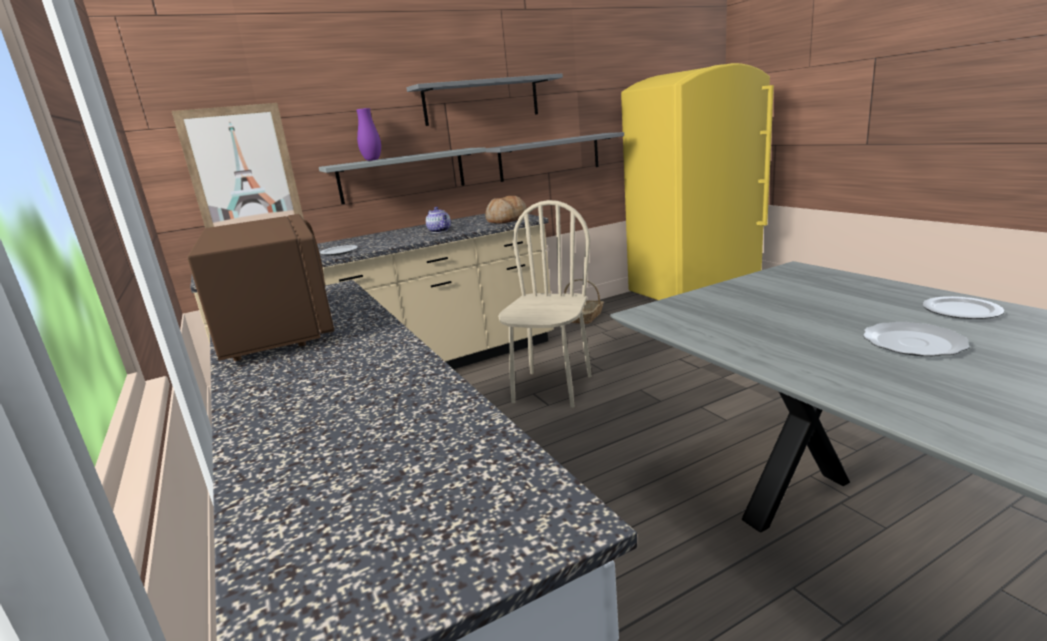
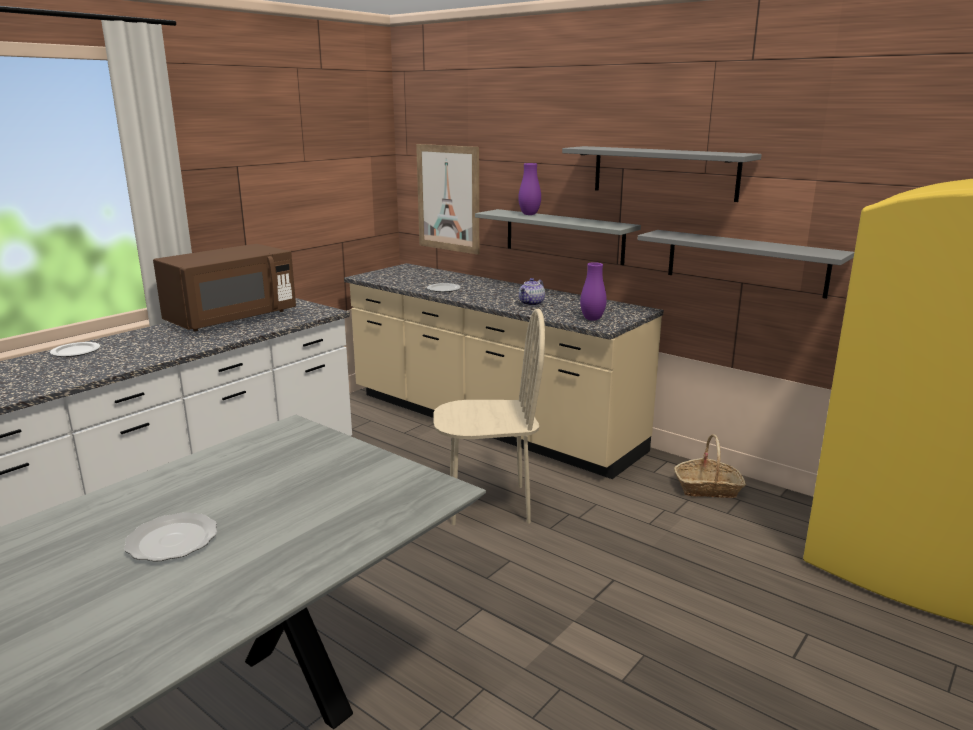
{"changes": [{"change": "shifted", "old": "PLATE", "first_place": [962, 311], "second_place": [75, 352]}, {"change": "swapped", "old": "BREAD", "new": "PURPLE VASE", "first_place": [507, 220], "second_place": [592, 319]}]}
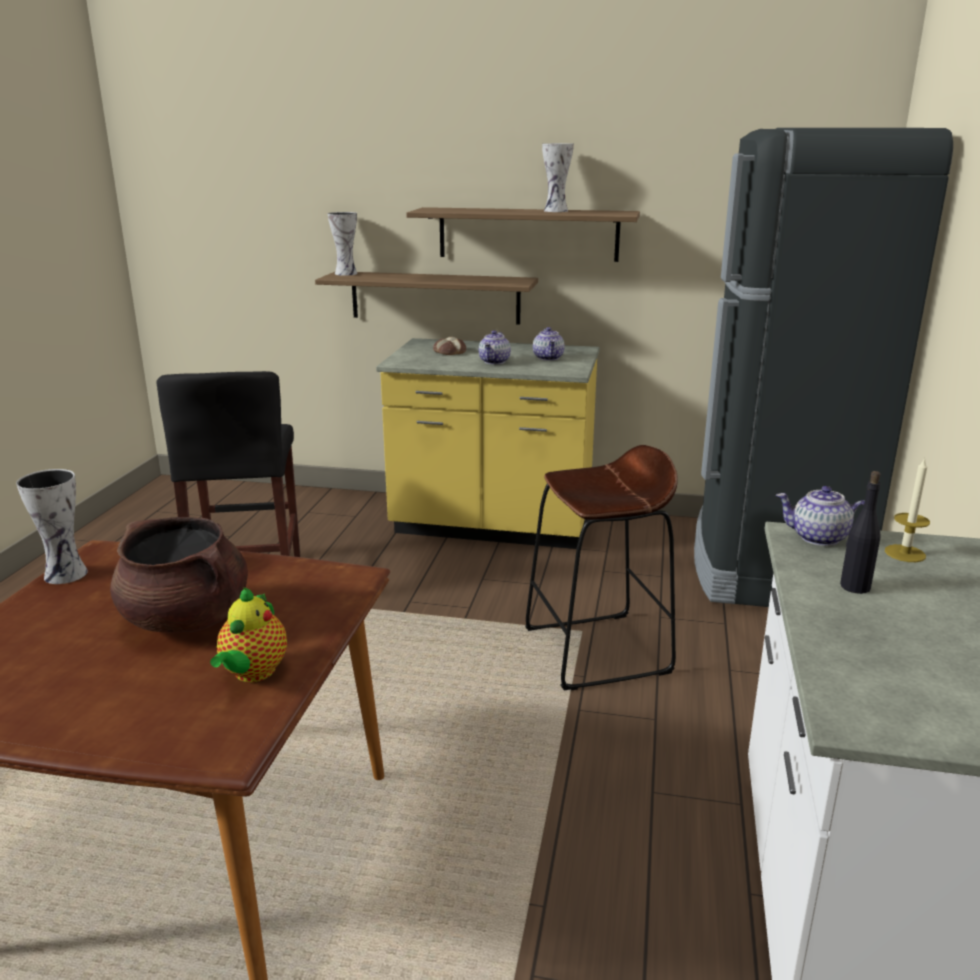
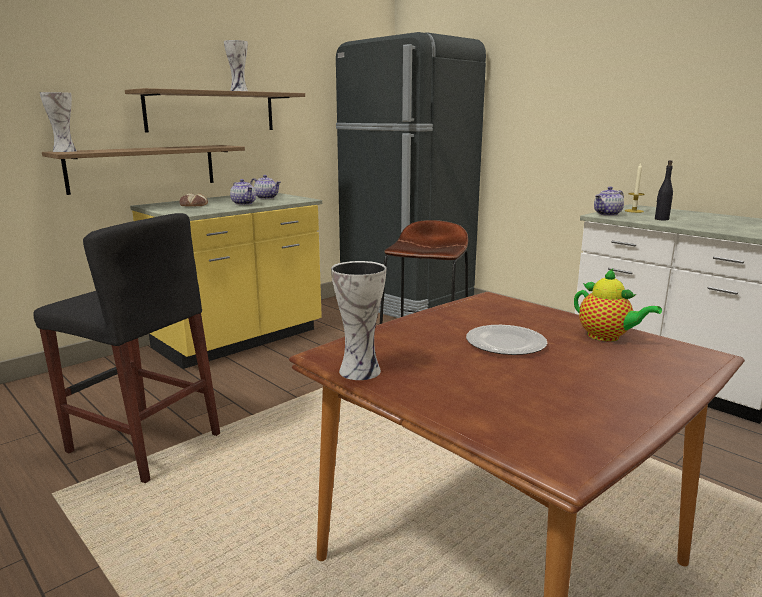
{"changes": [{"change": "swapped", "old": "BROWN COOKING POT", "new": "PLATE", "first_place": [187, 619], "second_place": [506, 343]}]}
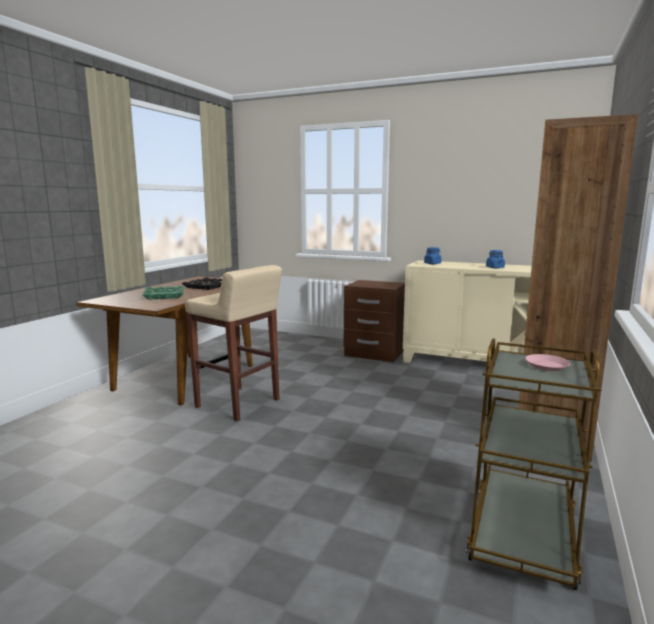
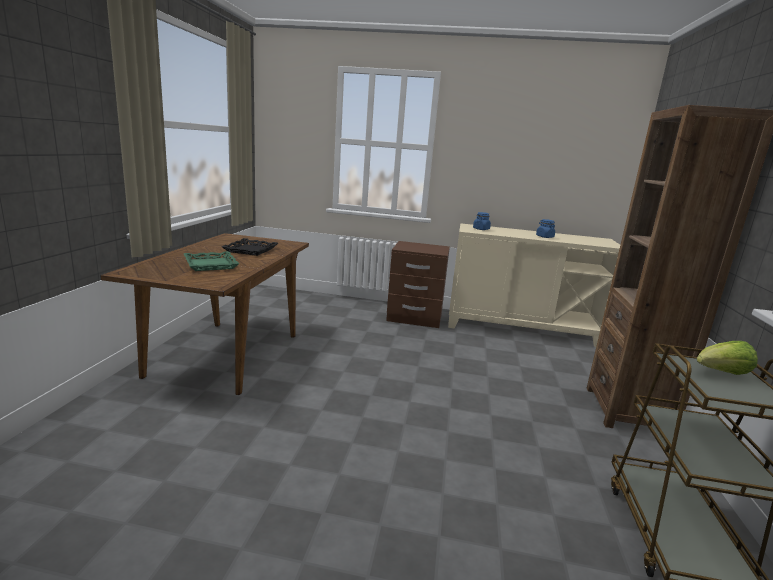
{"changes": [{"change": "swapped", "old": "PINK PLATE", "new": "LETTUCE", "first_place": [547, 365], "second_place": [721, 373]}, {"change": "gone", "old": "BEIGE STOOL", "first_place": [238, 404]}]}
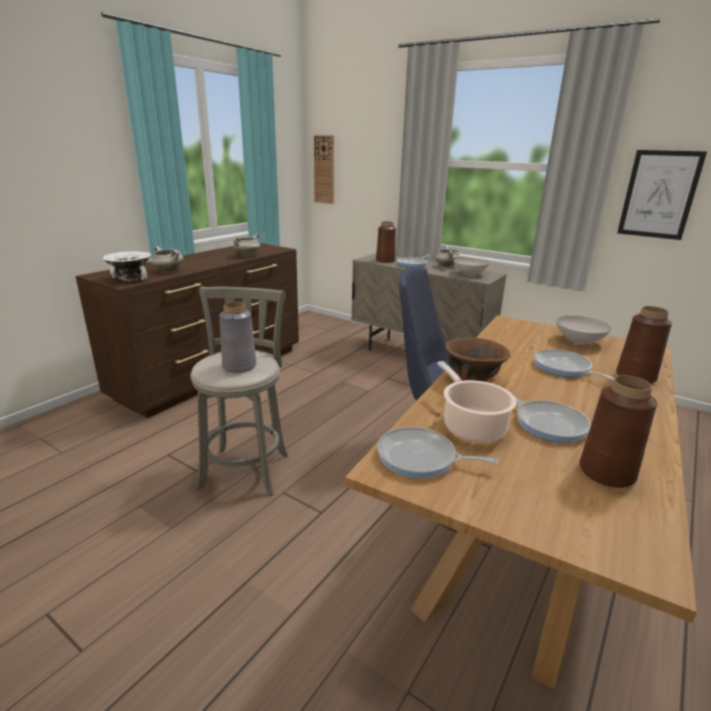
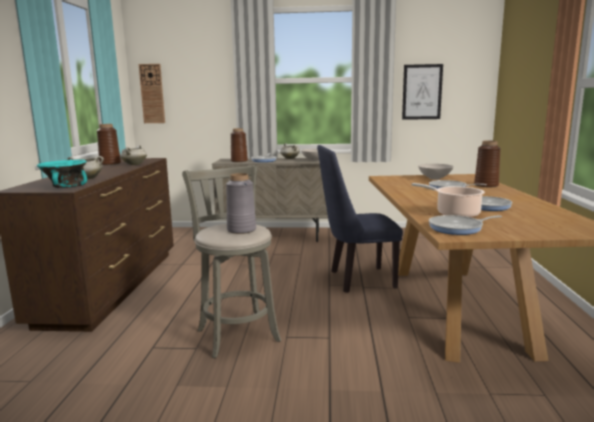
{"changes": [{"change": "repainted", "old": "WHITE BOWL", "new": "TURQUOISE BOWL", "first_place": [131, 279], "second_place": [66, 186]}, {"change": "shifted", "old": "BROWN VASE", "first_place": [607, 472], "second_place": [110, 163]}, {"change": "gone", "old": "BROWN BOWL", "first_place": [473, 379]}]}
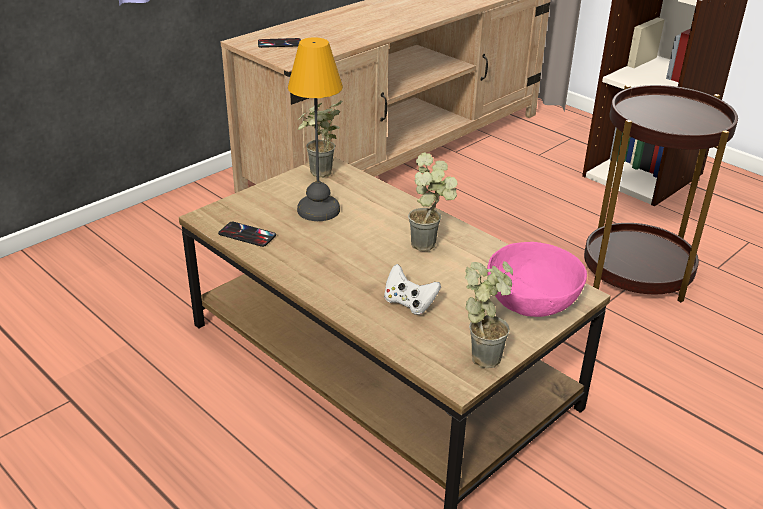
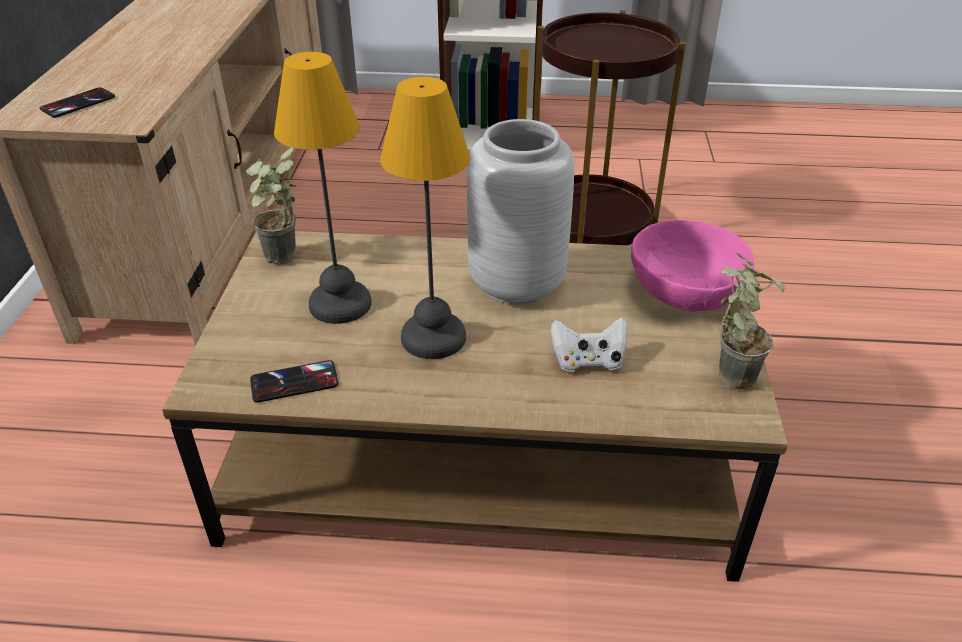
{"changes": [{"change": "new", "new": "TABLE LAMP", "second_place": [432, 336]}, {"change": "swapped", "old": "POTTED PLANT", "new": "GREY VASE", "first_place": [431, 245], "second_place": [517, 283]}]}
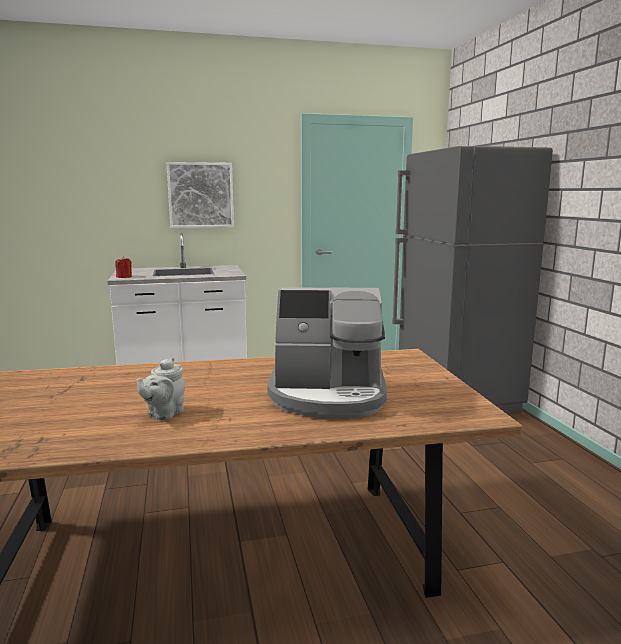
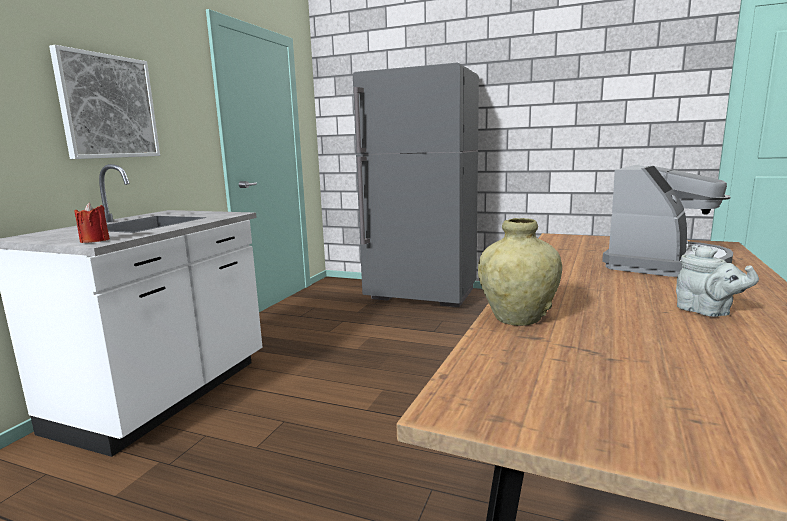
{"changes": [{"change": "new", "new": "BEIGE VASE", "second_place": [517, 318]}]}
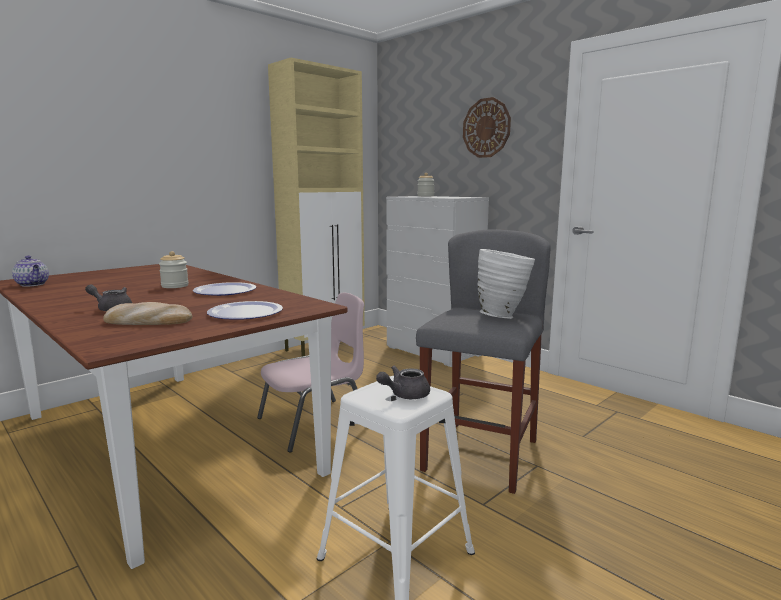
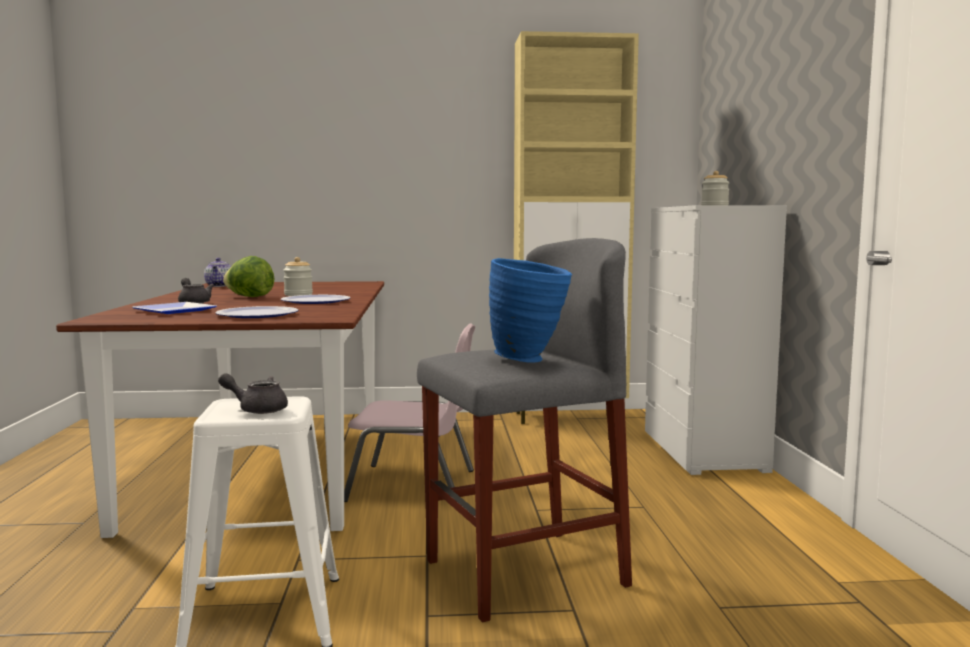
{"changes": [{"change": "swapped", "old": "BREAD", "new": "PLATE", "first_place": [148, 321], "second_place": [178, 311]}, {"change": "new", "new": "LETTUCE", "second_place": [250, 297]}, {"change": "repainted", "old": "WHITE VASE", "new": "BLUE VASE", "first_place": [503, 316], "second_place": [530, 360]}, {"change": "gone", "old": "WALL CLOCK", "first_place": [486, 128]}]}
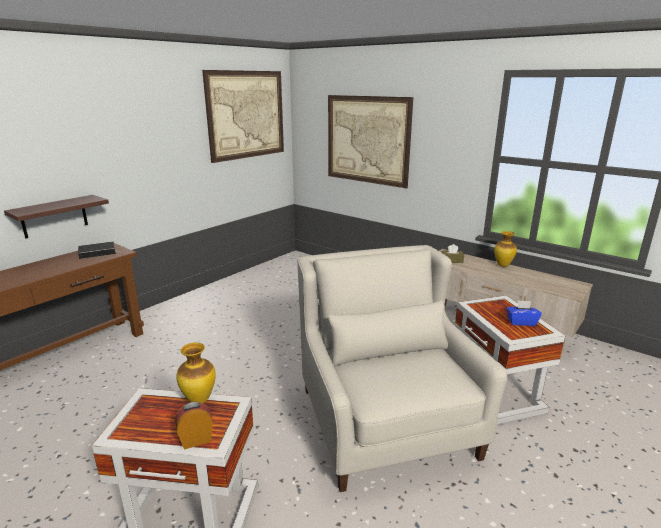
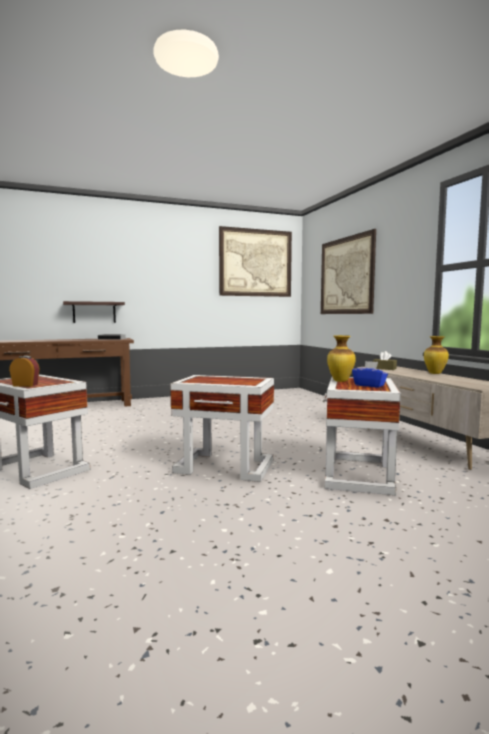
{"changes": [{"change": "swapped", "old": "WHITE ARMCHAIR", "new": "WHITE SIDE TABLE", "first_place": [385, 422], "second_place": [225, 466]}, {"change": "shifted", "old": "VASE", "first_place": [198, 400], "second_place": [340, 381]}]}
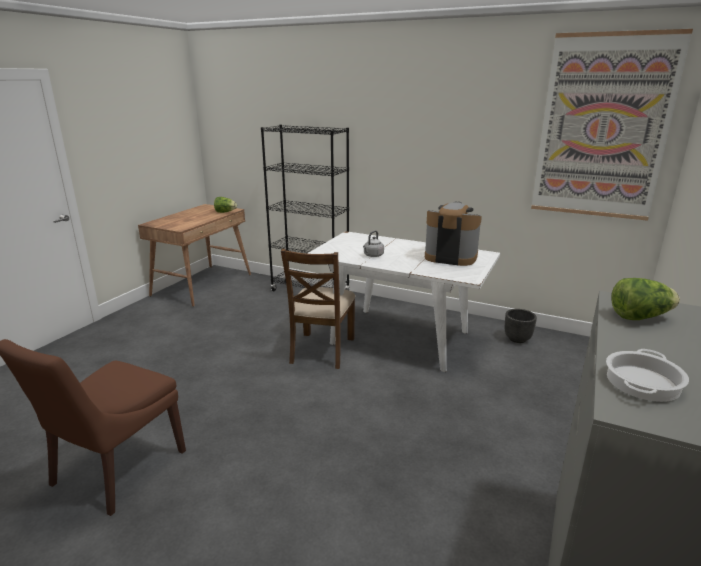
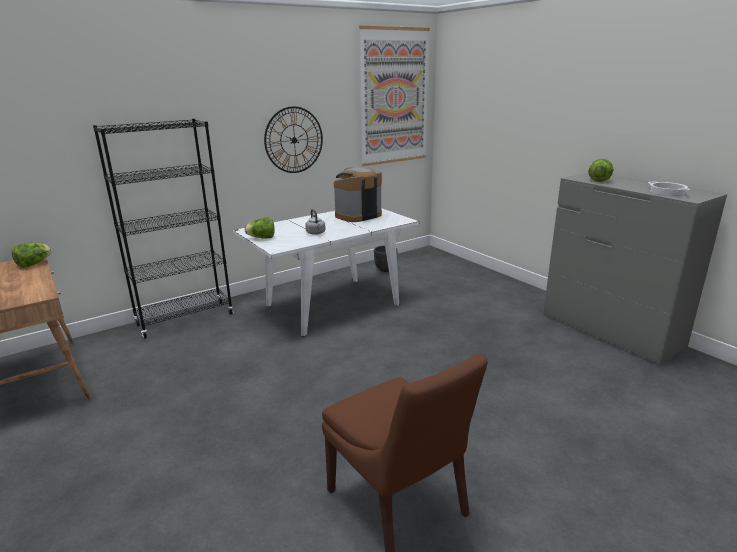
{"changes": [{"change": "new", "new": "LETTUCE", "second_place": [262, 238]}, {"change": "new", "new": "WALL CLOCK", "second_place": [294, 140]}, {"change": "gone", "old": "BROWN CHAIR", "first_place": [321, 350]}]}
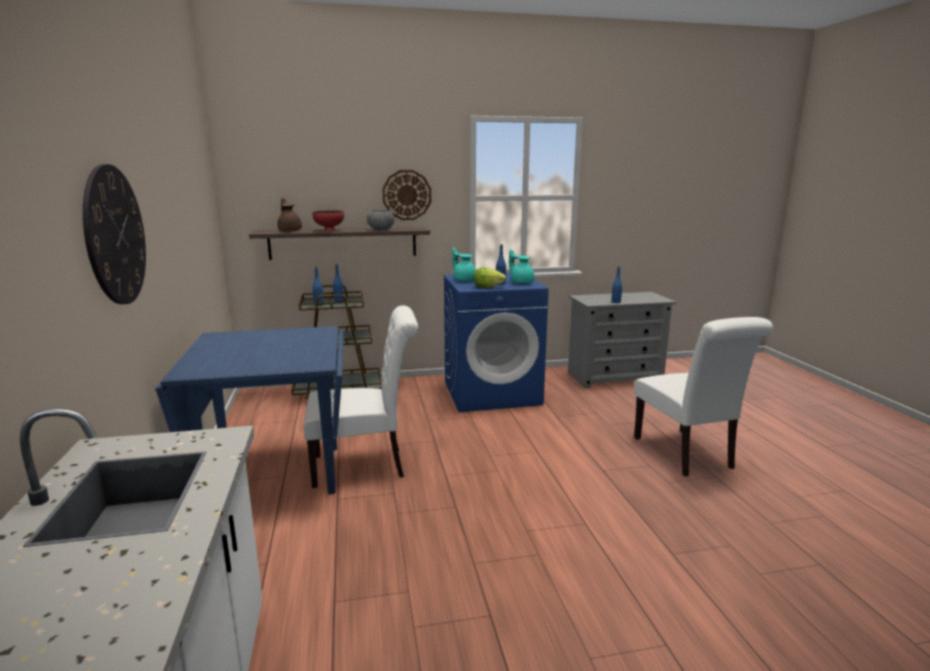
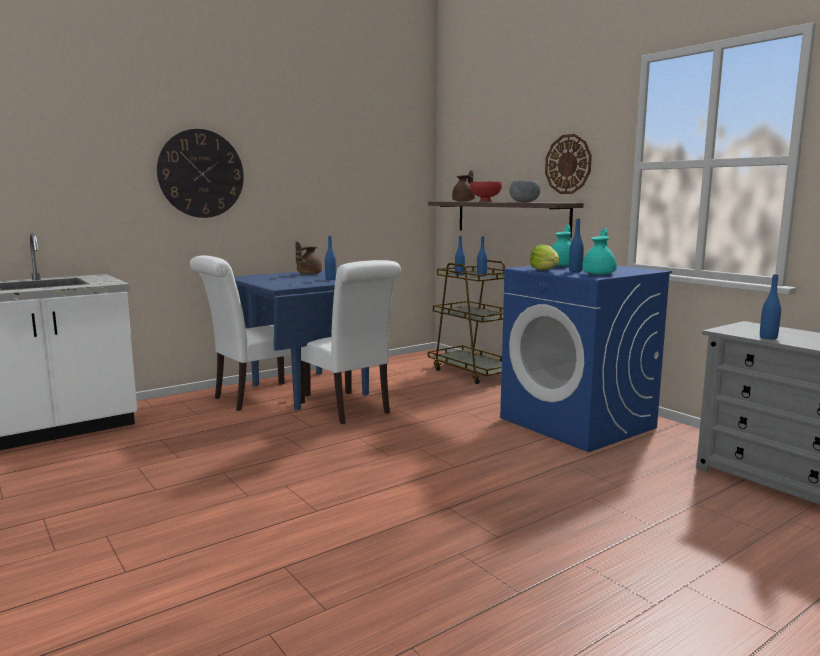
{"changes": [{"change": "shifted", "old": "WHITE CHAIR", "first_place": [687, 455], "second_place": [256, 397]}, {"change": "new", "new": "BROWN TEAPOT", "second_place": [308, 274]}, {"change": "new", "new": "BLUE BOTTLE", "second_place": [330, 279]}]}
